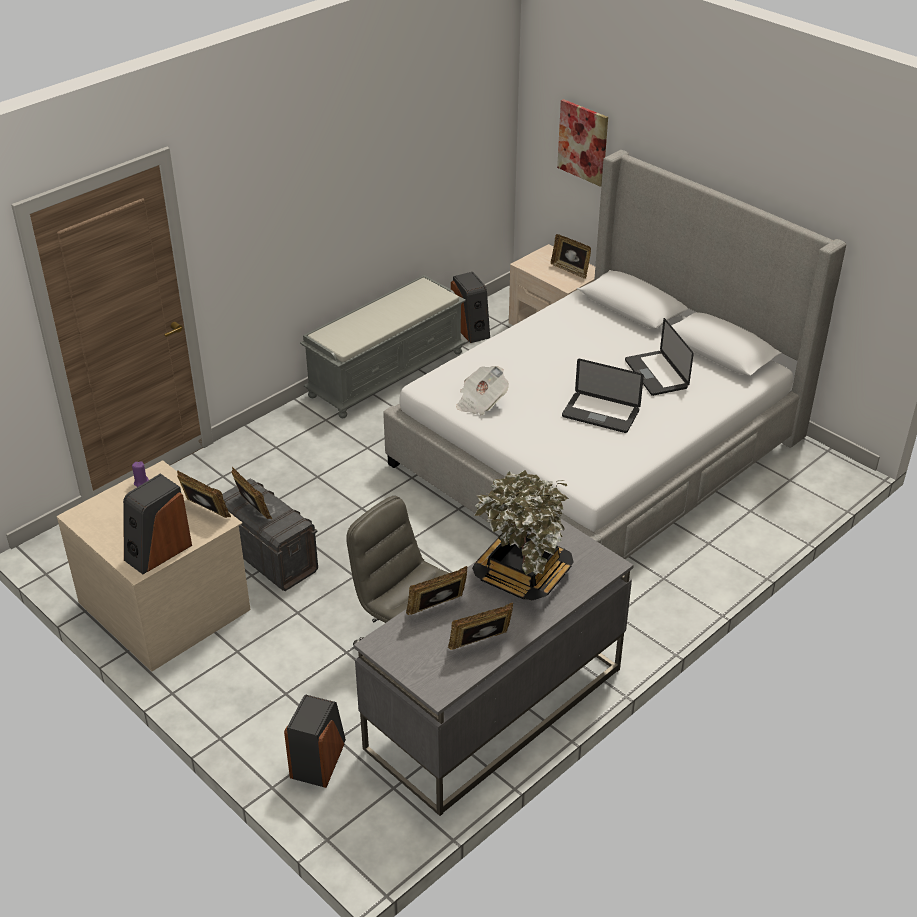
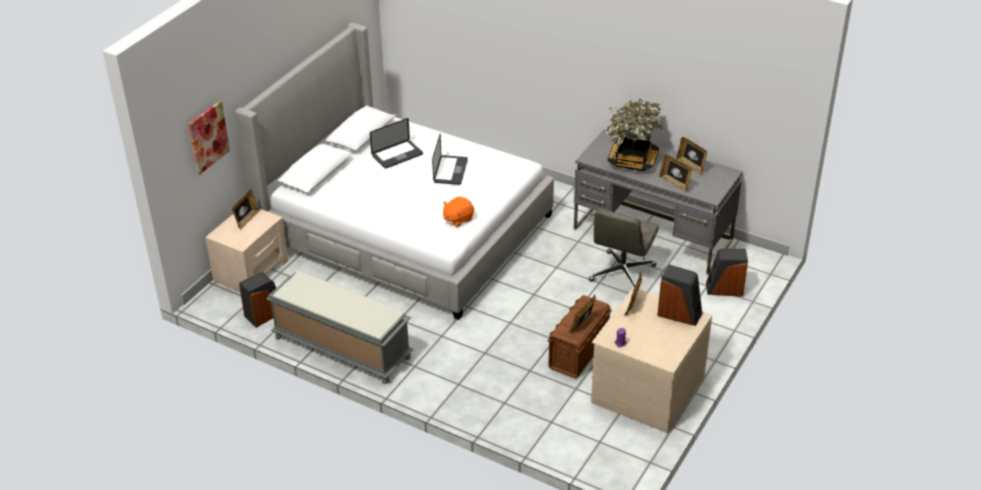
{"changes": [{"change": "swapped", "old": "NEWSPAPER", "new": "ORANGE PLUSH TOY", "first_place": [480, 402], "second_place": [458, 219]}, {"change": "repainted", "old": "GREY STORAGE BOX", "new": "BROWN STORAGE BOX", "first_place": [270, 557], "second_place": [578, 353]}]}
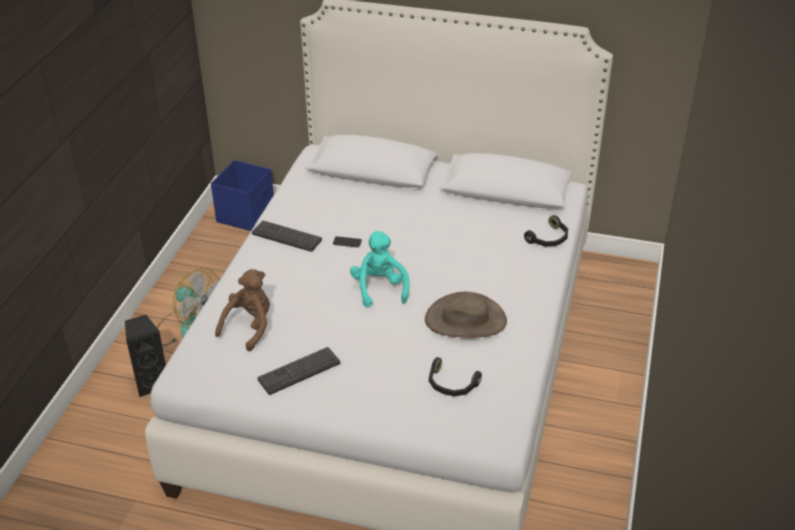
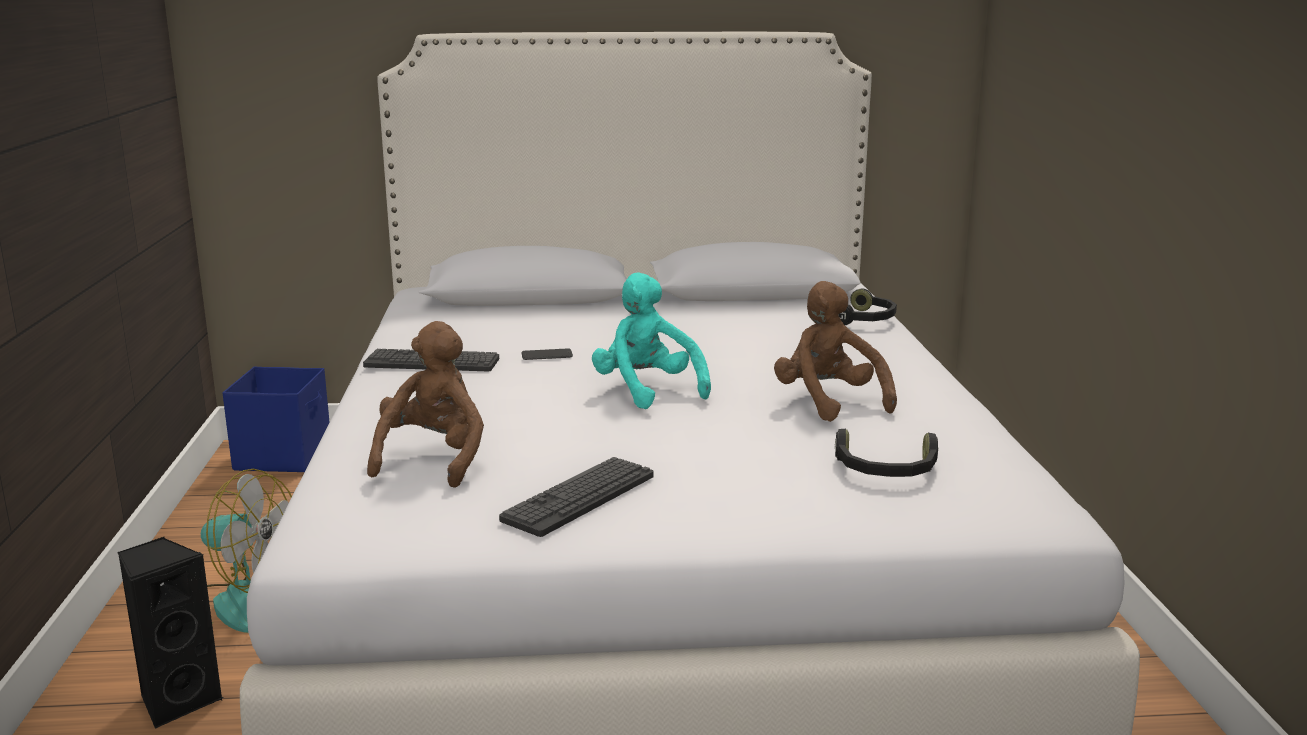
{"changes": [{"change": "swapped", "old": "BROWN HAT", "new": "BROWN PLUSH TOY", "first_place": [465, 320], "second_place": [828, 402]}]}
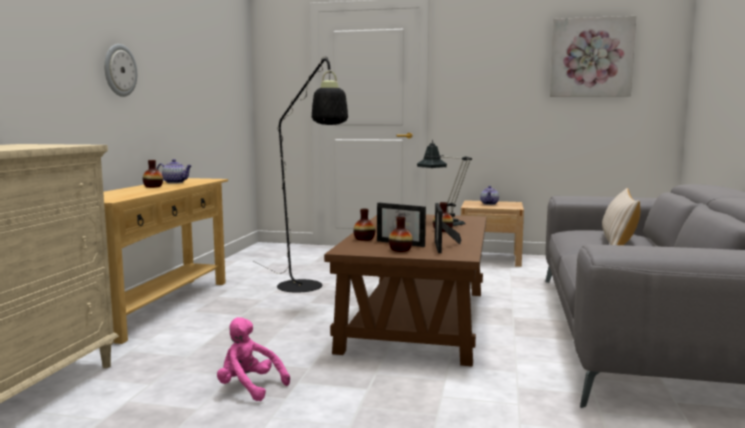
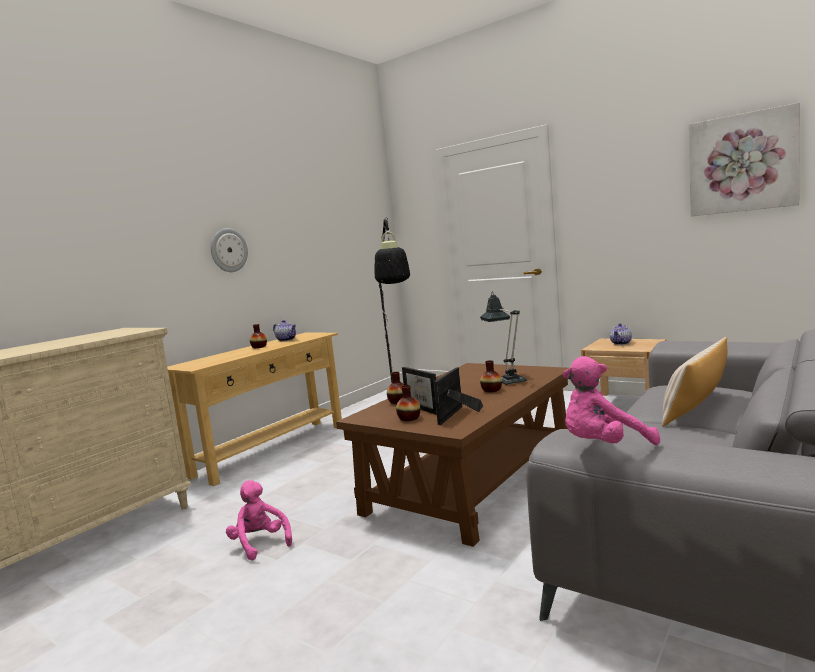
{"changes": [{"change": "new", "new": "PINK PLUSH TOY", "second_place": [603, 446]}]}
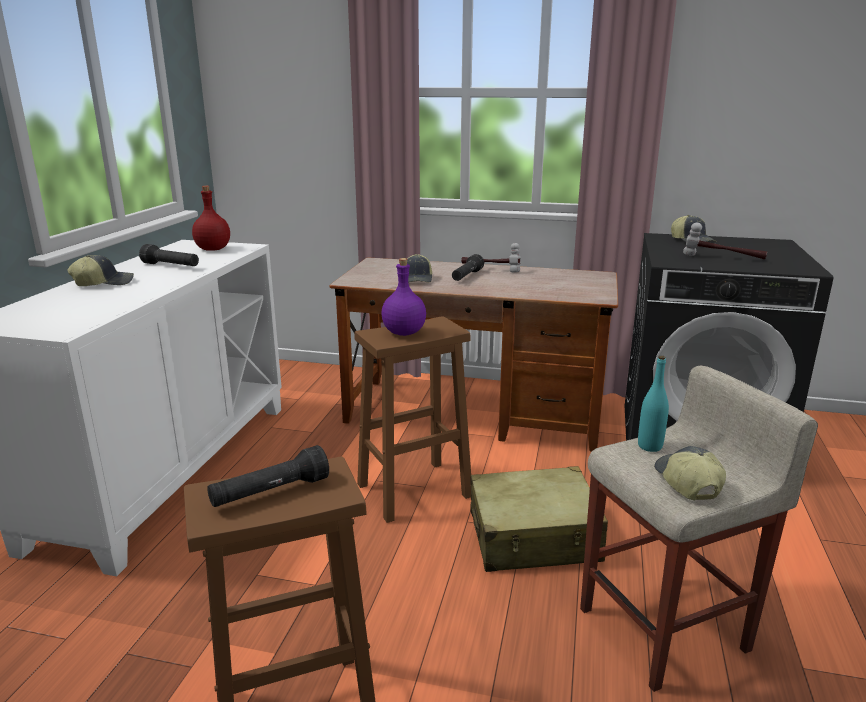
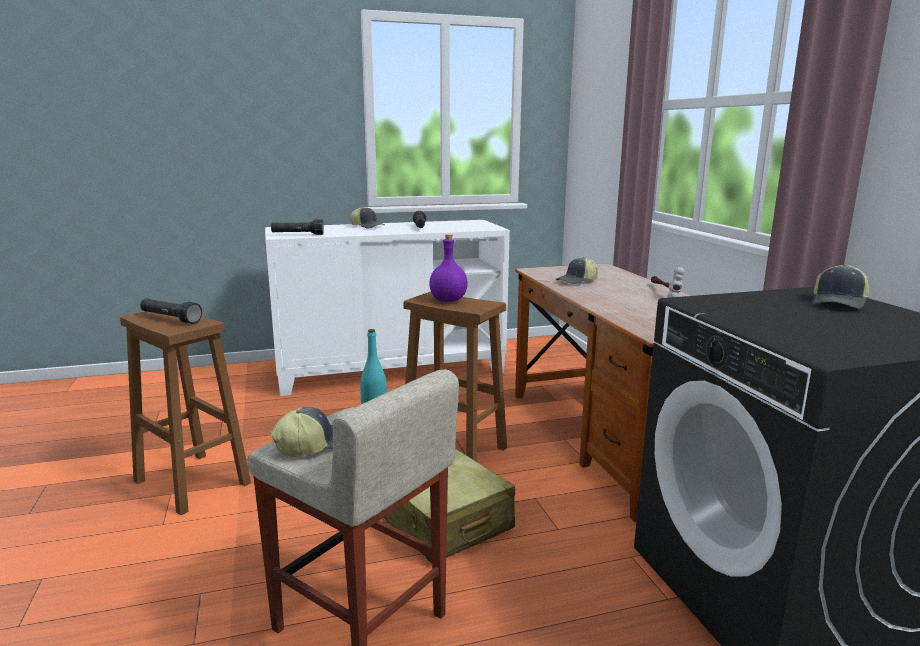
{"changes": [{"change": "shifted", "old": "BLACK FLASHLIGHT", "first_place": [466, 276], "second_place": [297, 234]}, {"change": "gone", "old": "RED BOTTLE", "first_place": [212, 249]}, {"change": "gone", "old": "HAMMER", "first_place": [723, 258]}]}
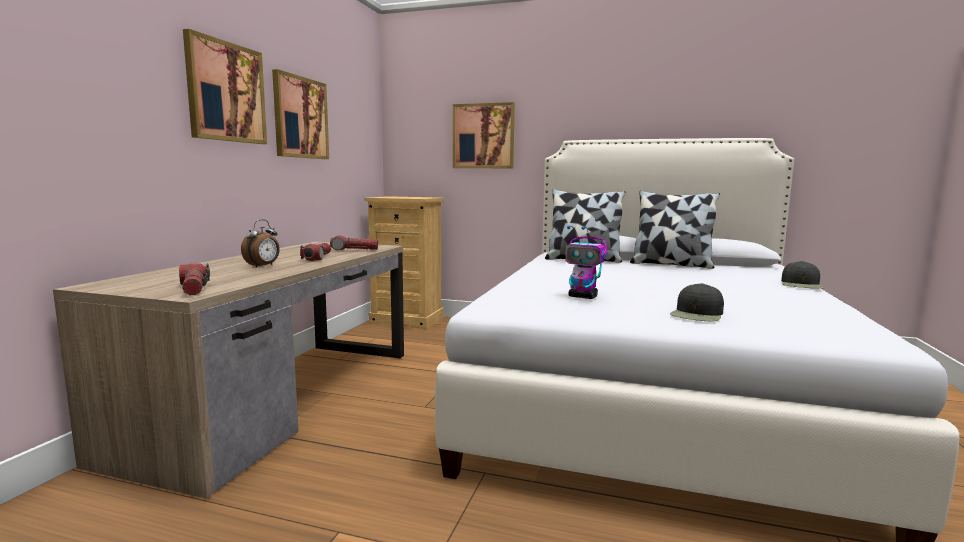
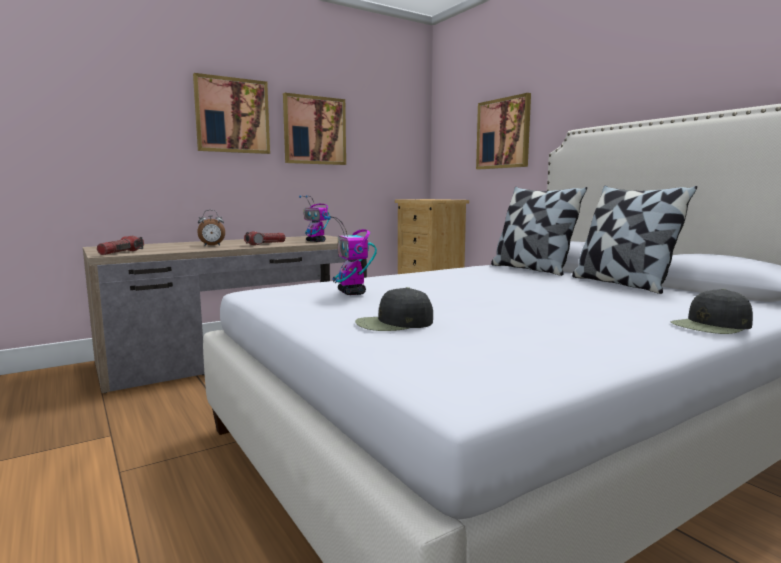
{"changes": [{"change": "swapped", "old": "FLASHLIGHT", "new": "TOY ROBOT", "first_place": [354, 250], "second_place": [316, 241]}]}
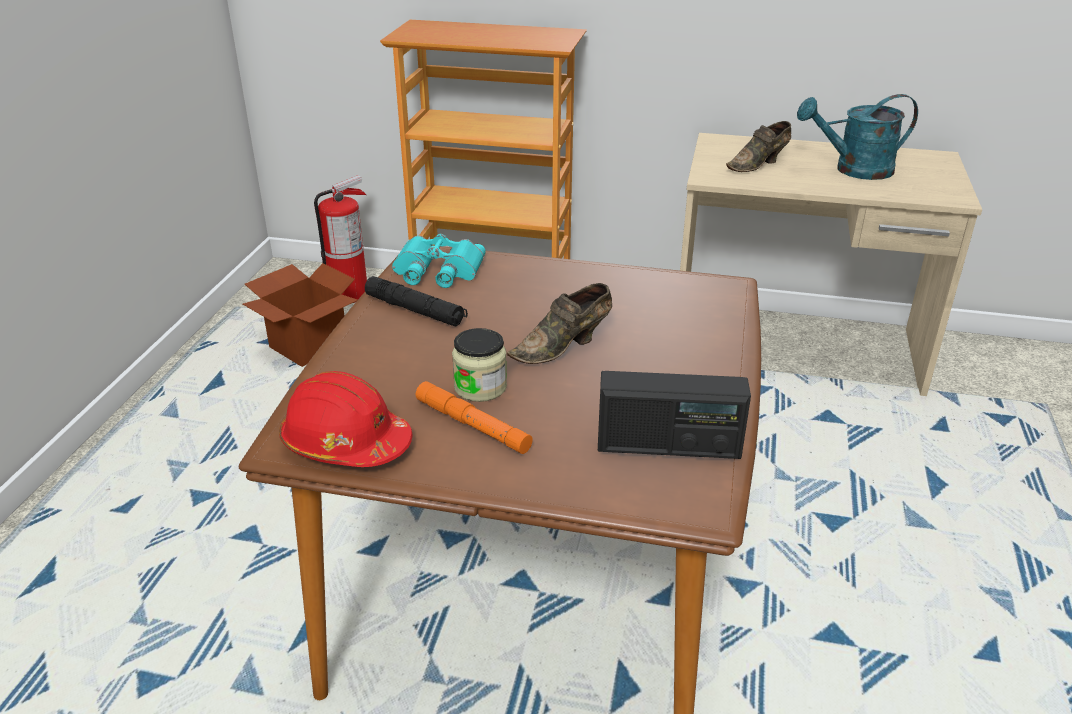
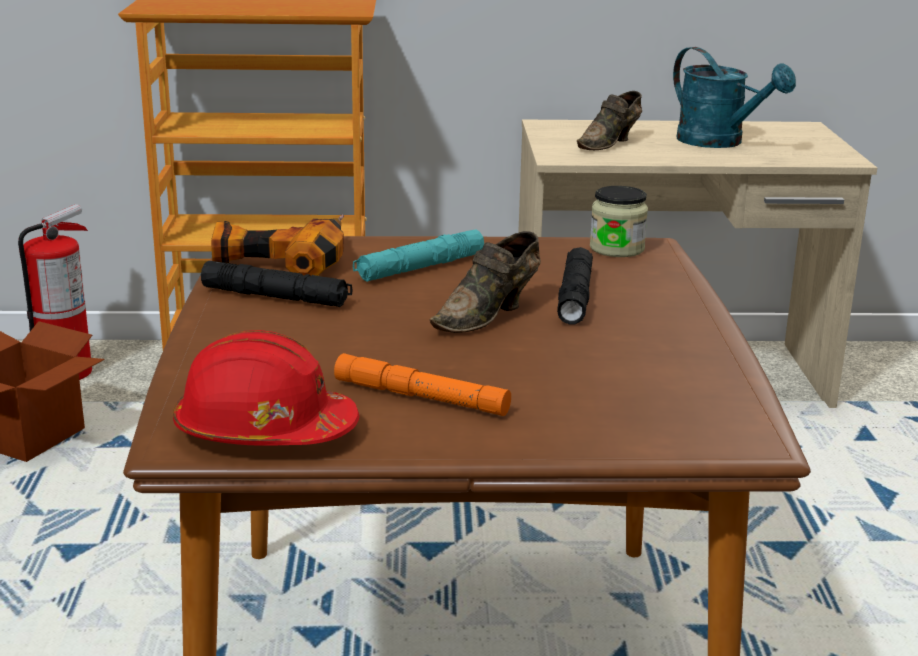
{"changes": [{"change": "swapped", "old": "TURQUOISE BINOCULARS", "new": "POWER DRILL", "first_place": [437, 271], "second_place": [280, 258]}, {"change": "new", "new": "TURQUOISE FLASHLIGHT", "second_place": [420, 268]}, {"change": "new", "new": "BLACK FLASHLIGHT", "second_place": [575, 296]}, {"change": "shifted", "old": "JAR", "first_place": [480, 387], "second_place": [617, 248]}, {"change": "rotated", "old": "TURQUOISE WATERING CAN", "first_place": [854, 170], "second_place": [719, 142], "degrees": -105}, {"change": "gone", "old": "RADIO", "first_place": [668, 446]}]}
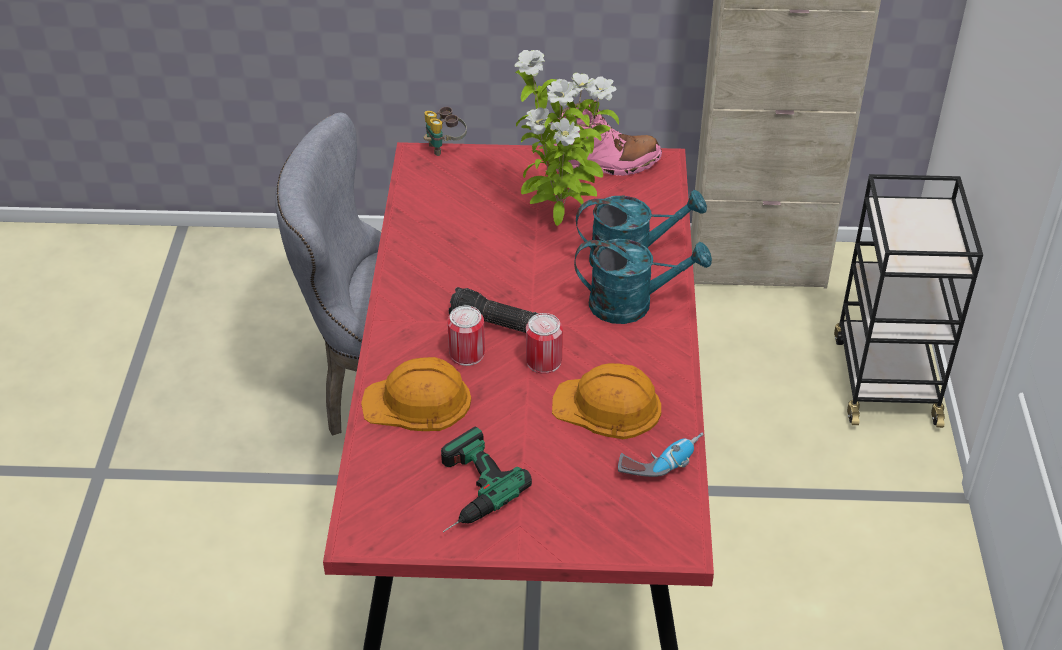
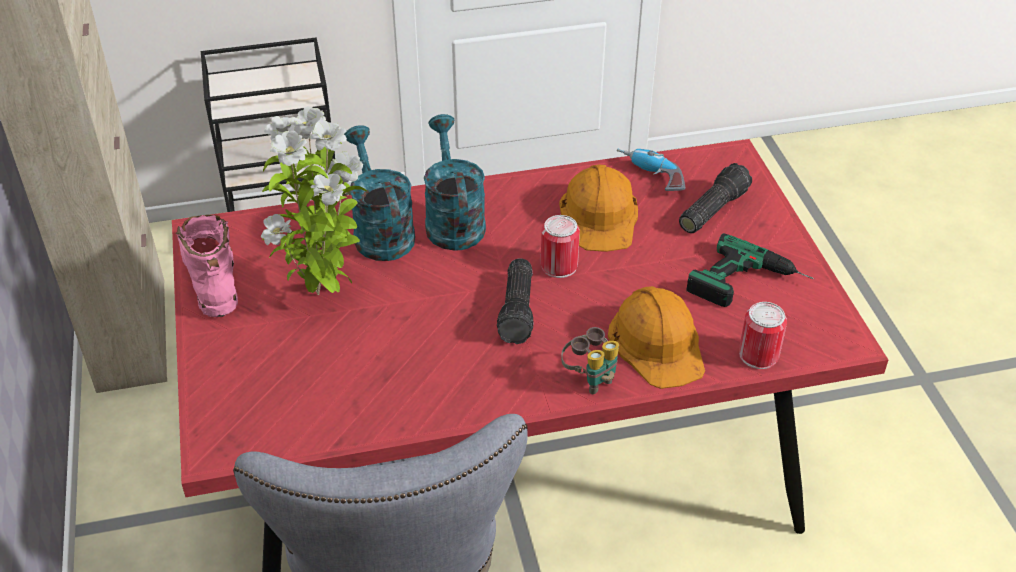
{"changes": [{"change": "shifted", "old": "BINOCULARS", "first_place": [445, 147], "second_place": [590, 378]}, {"change": "new", "new": "FLASHLIGHT", "second_place": [711, 209]}, {"change": "shifted", "old": "CAN", "first_place": [467, 353], "second_place": [758, 355]}]}
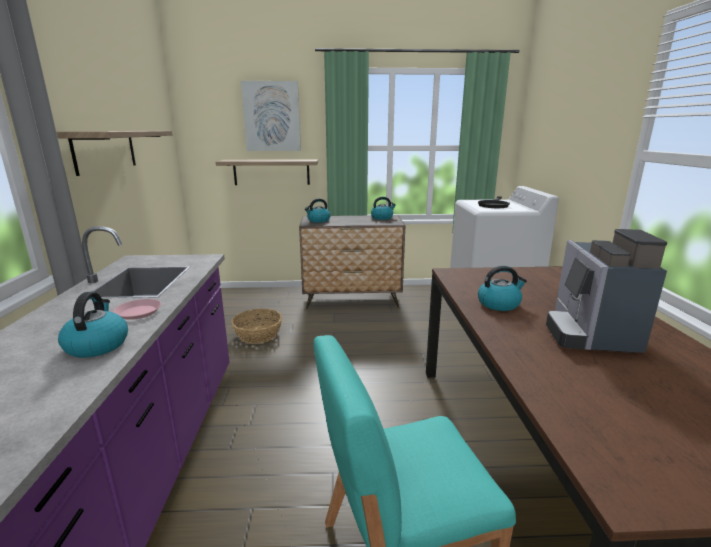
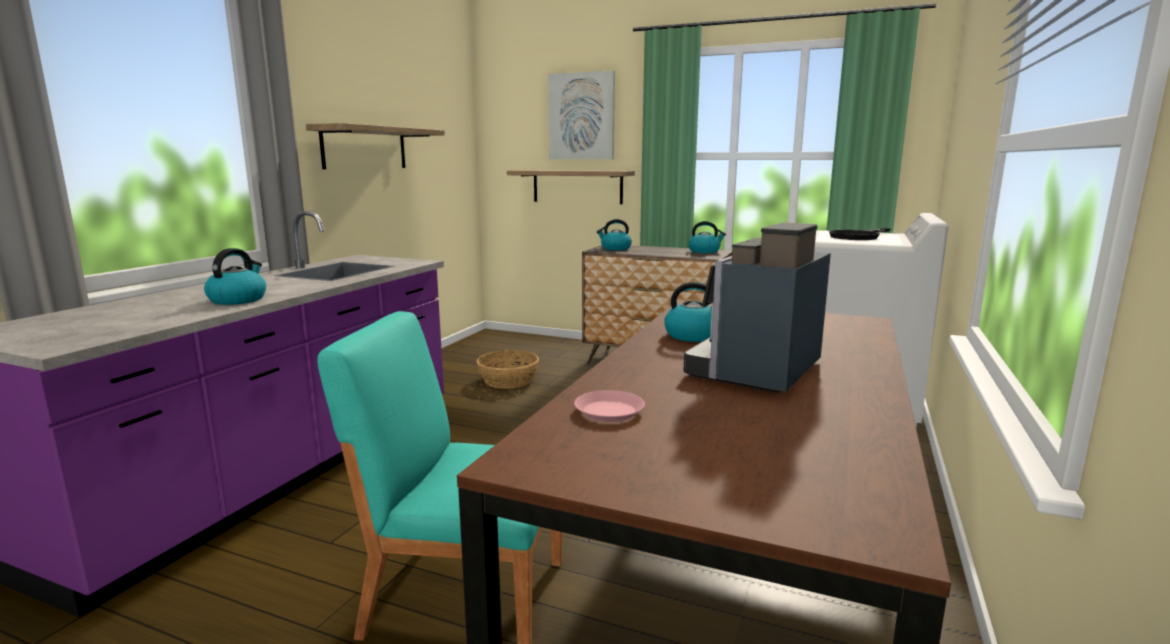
{"changes": [{"change": "shifted", "old": "PINK PLATE", "first_place": [139, 312], "second_place": [609, 411]}]}
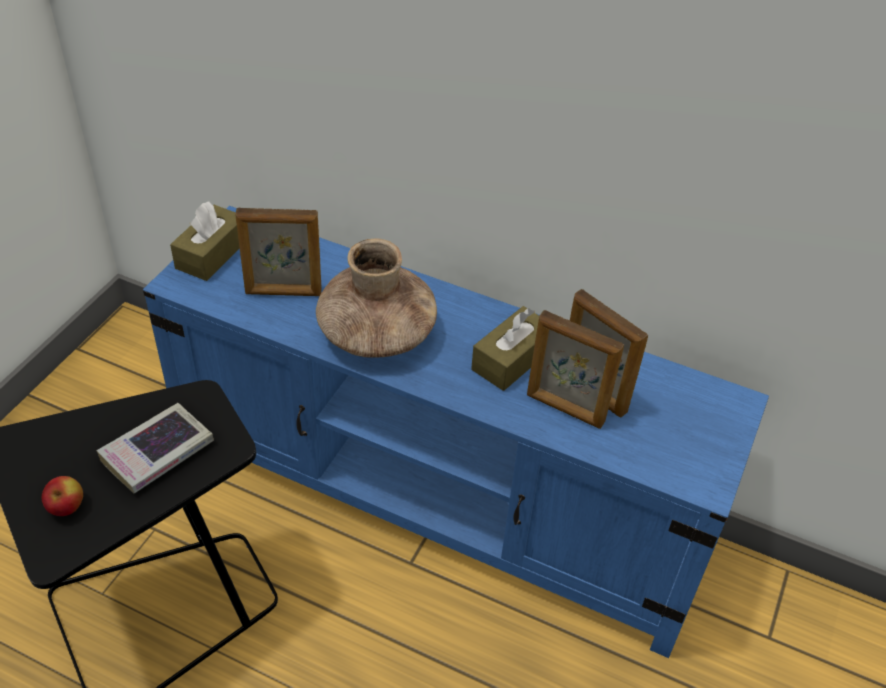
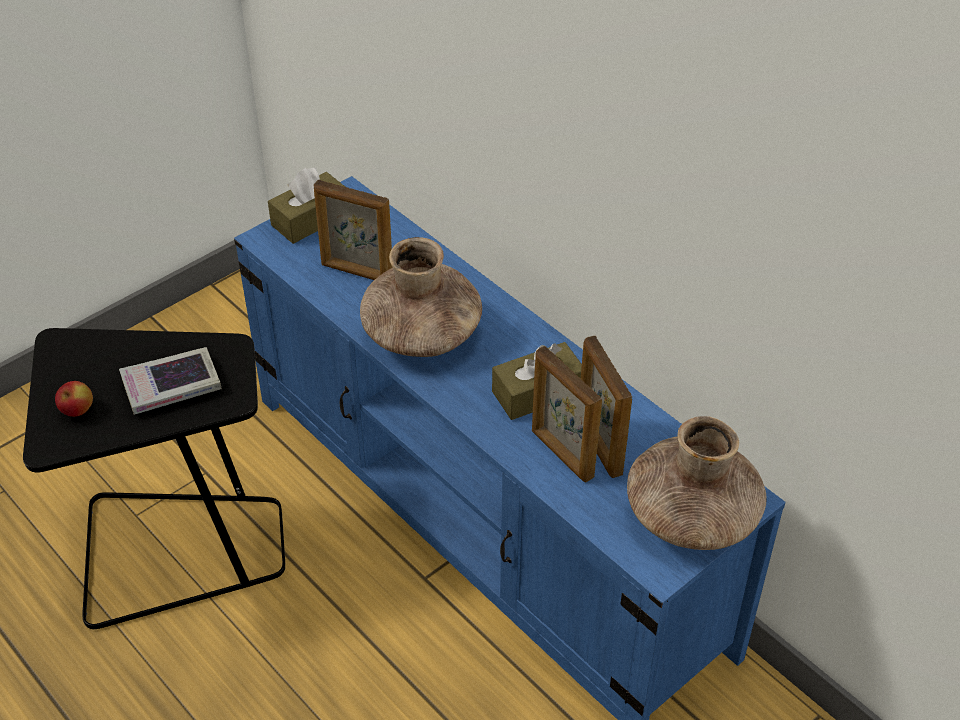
{"changes": [{"change": "new", "new": "BROWN VASE", "second_place": [691, 515]}]}
